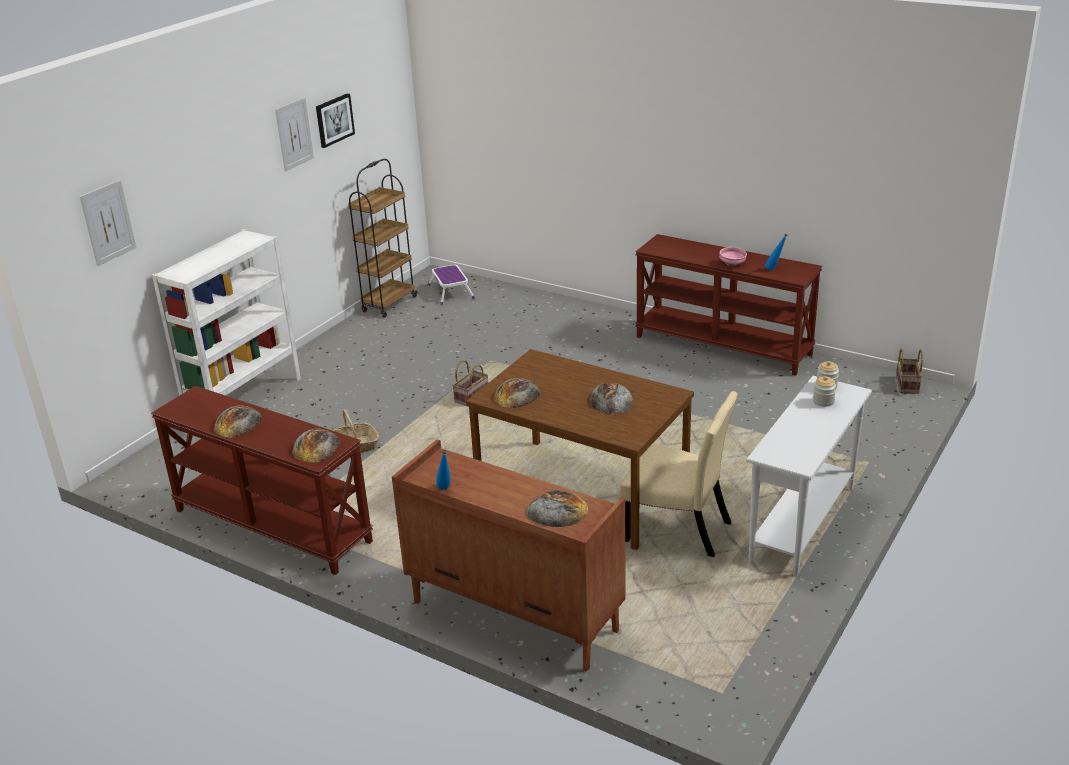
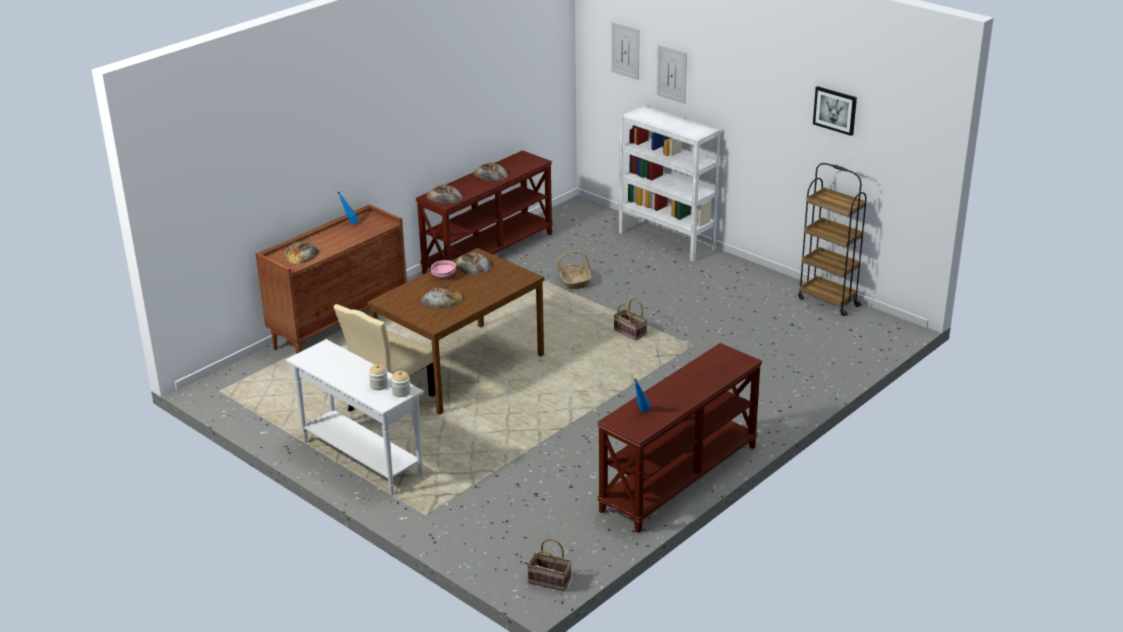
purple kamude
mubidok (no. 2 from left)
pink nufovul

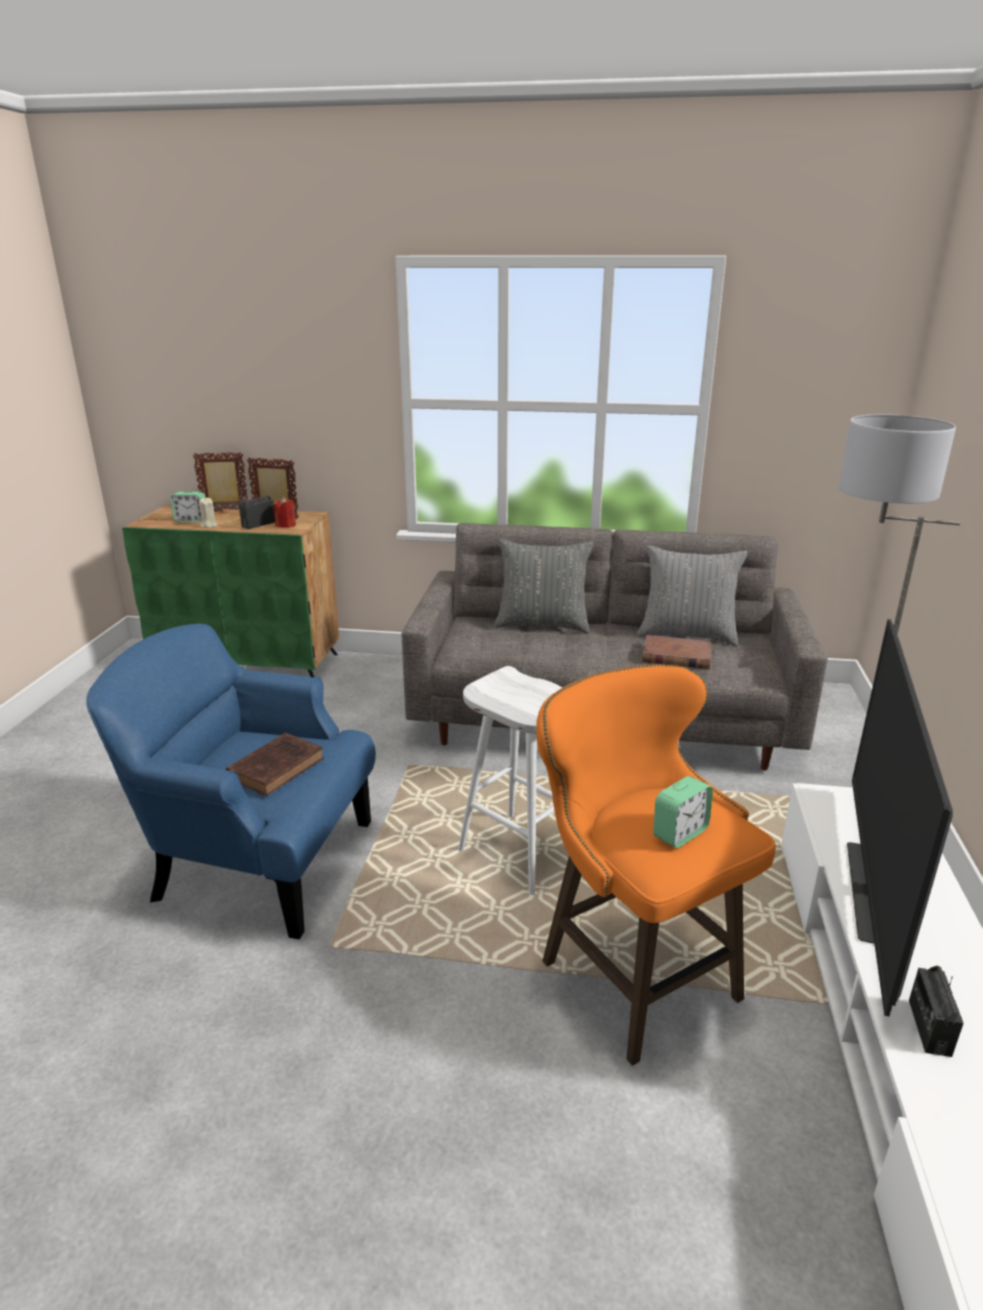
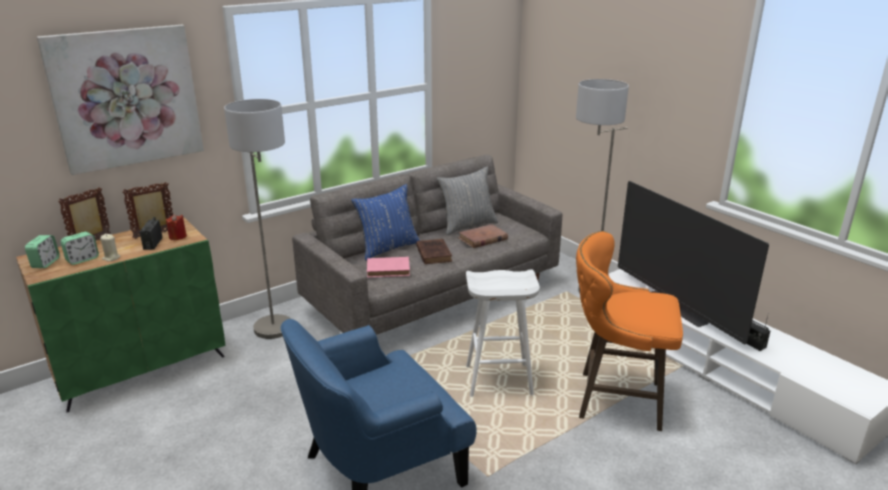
mubidok
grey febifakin (no. 1 from left)
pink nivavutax
brown nivavutax (no. 1 from left)
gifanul (no. 1 from left)
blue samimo

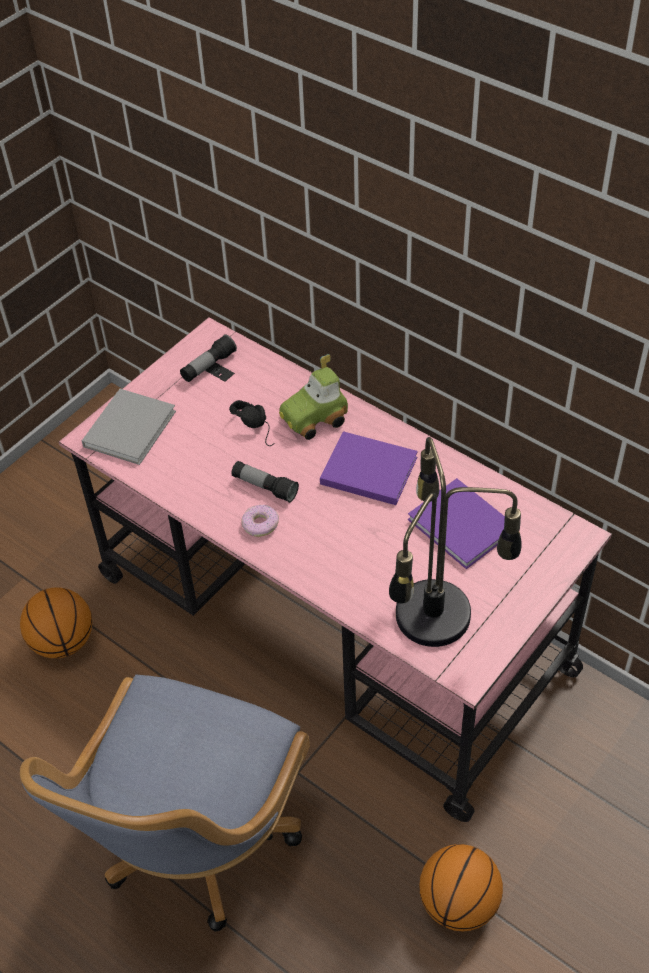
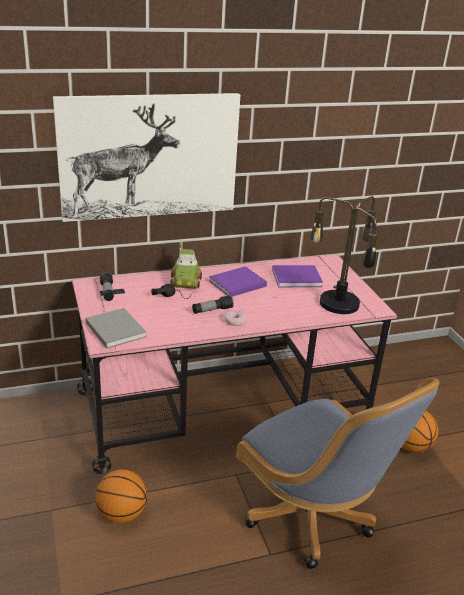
mubidok

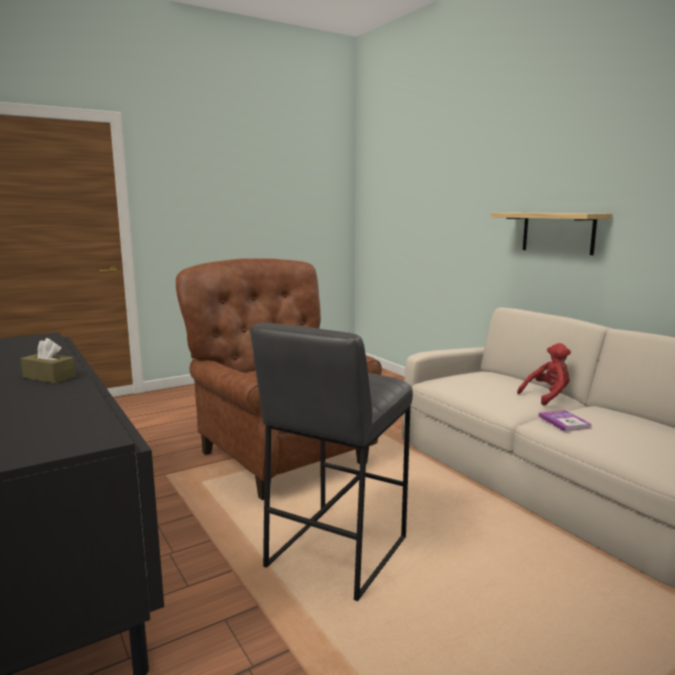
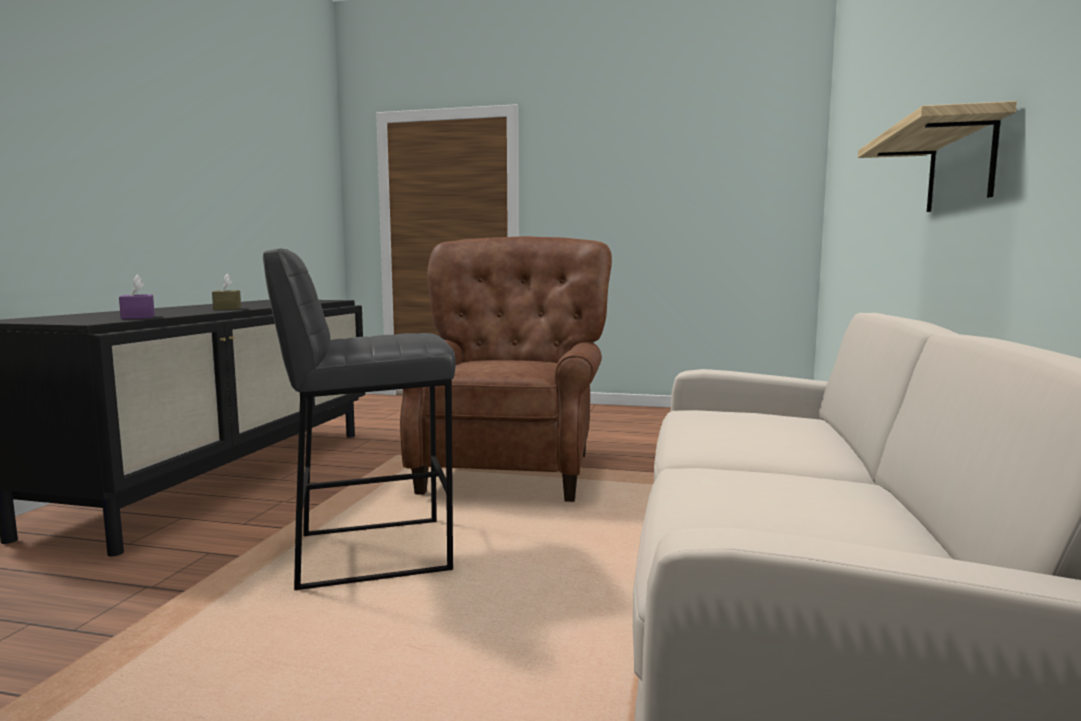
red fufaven
nivavutax
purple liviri

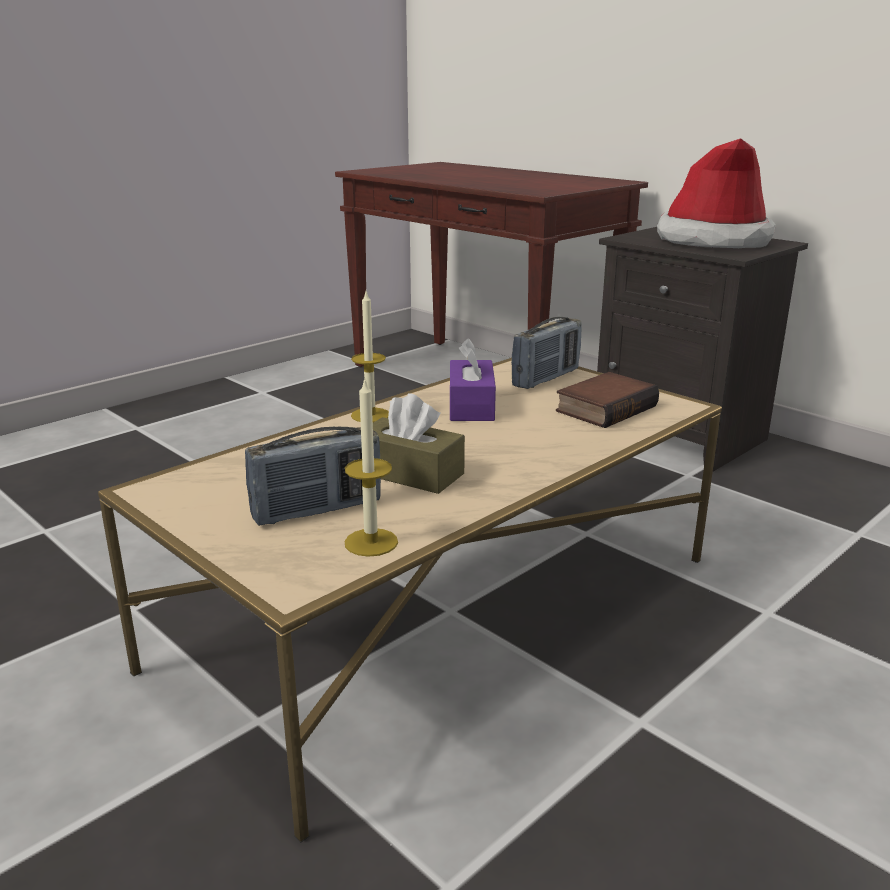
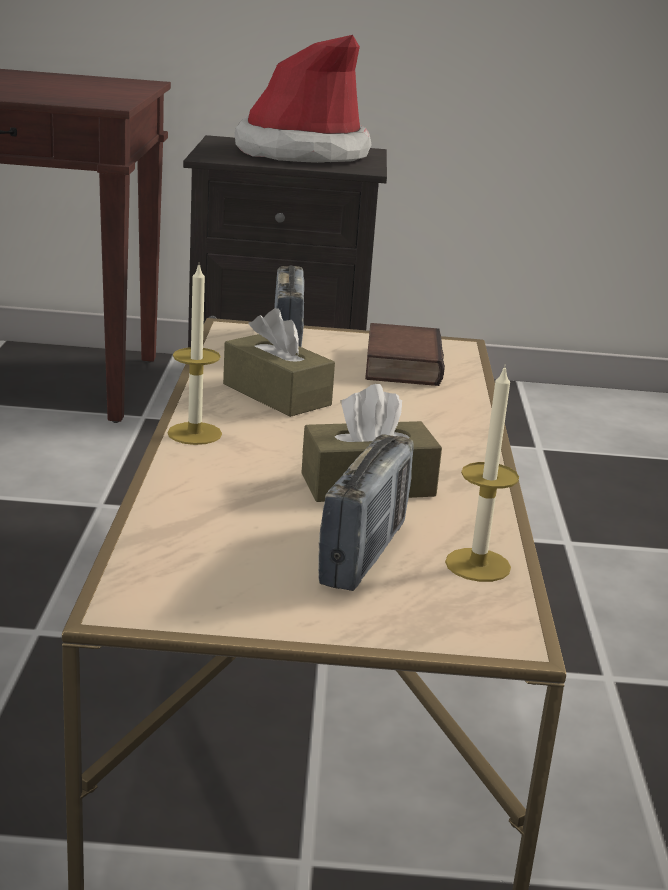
brown liviri (no. 1 from left)

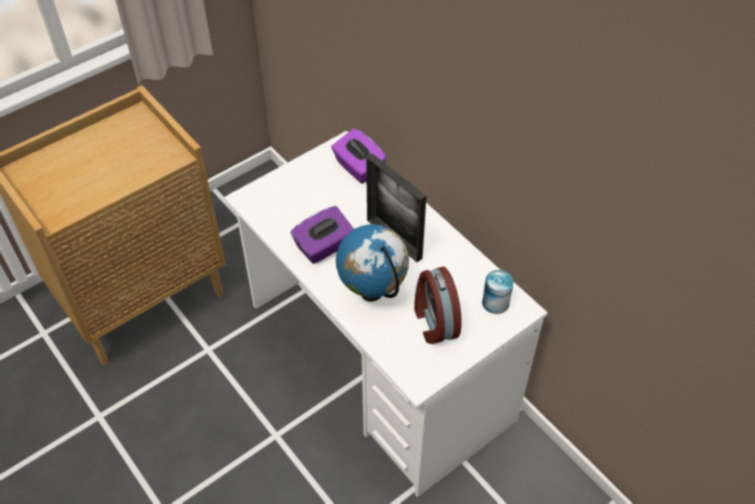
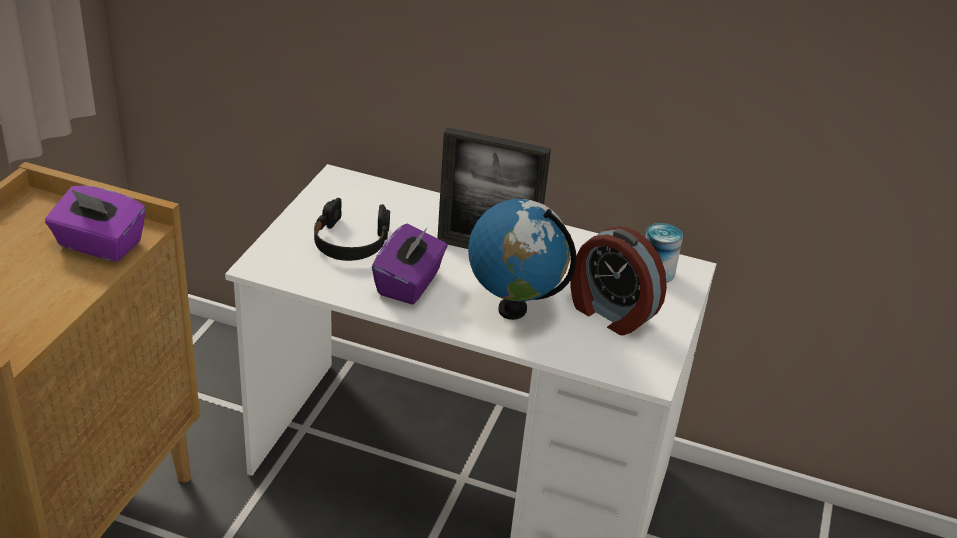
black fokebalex
purple liviri (no. 1 from left)

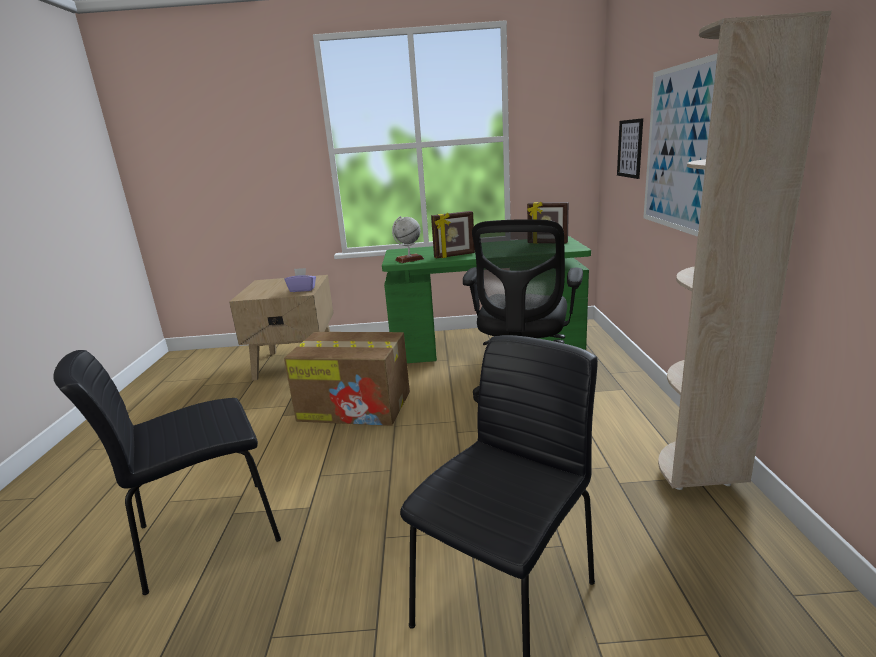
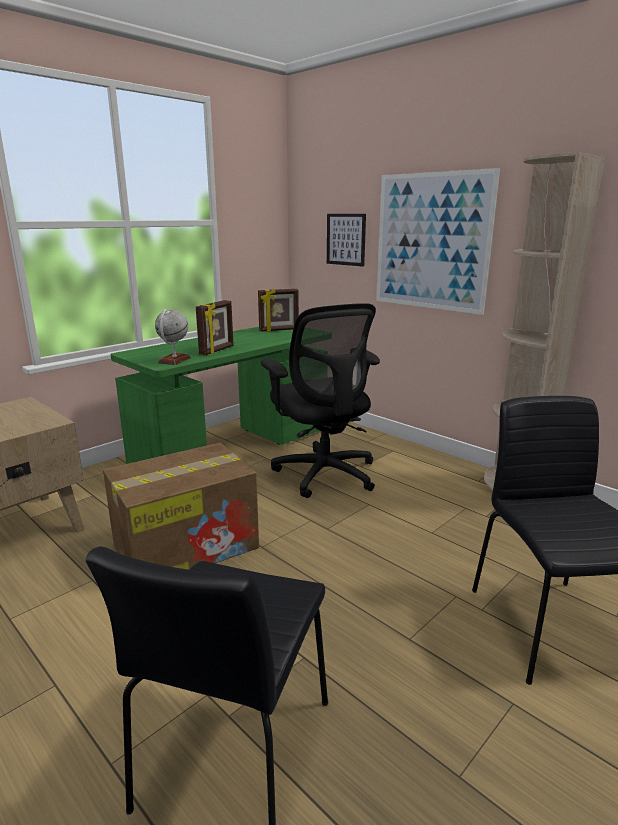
purple liviri

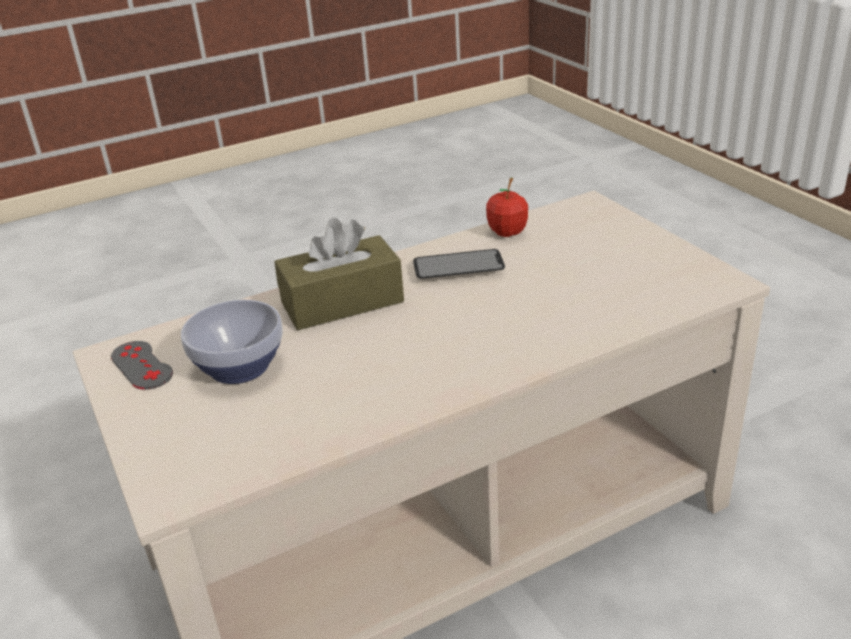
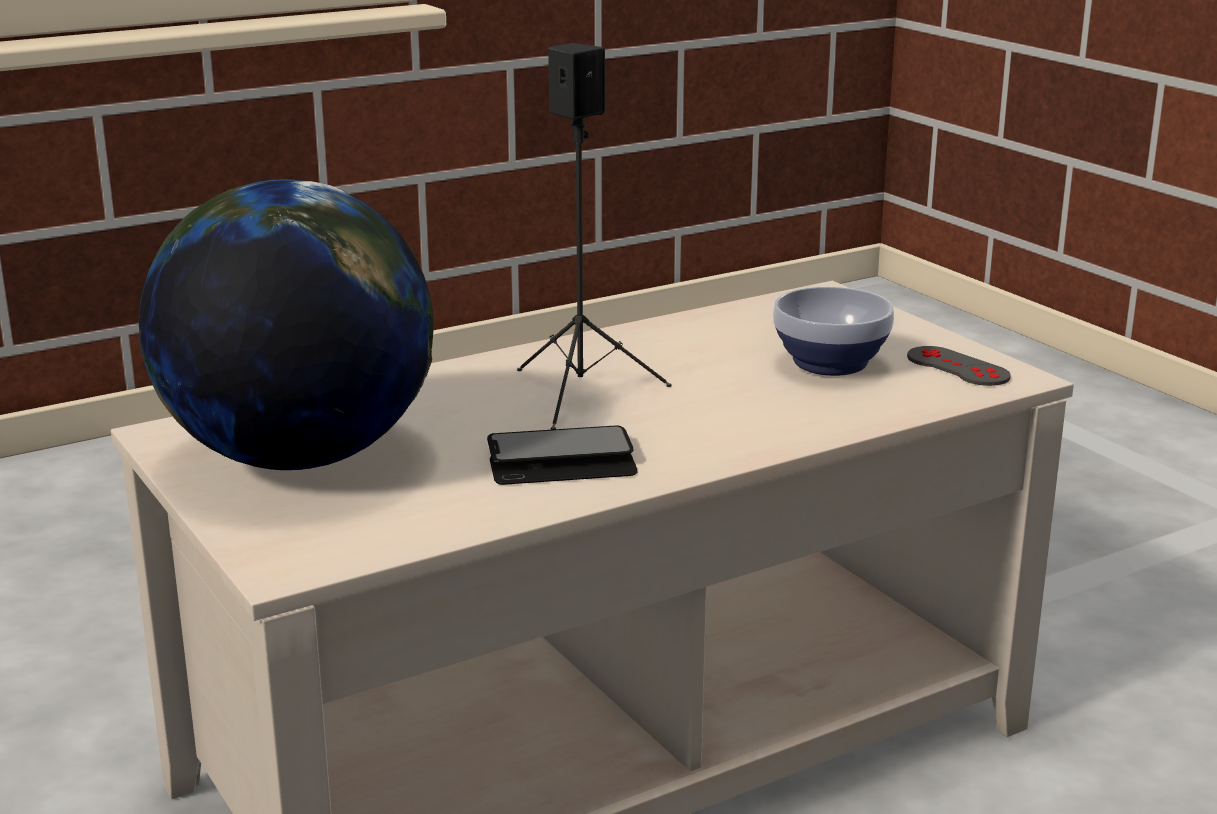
brown liviri
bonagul
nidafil
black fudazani

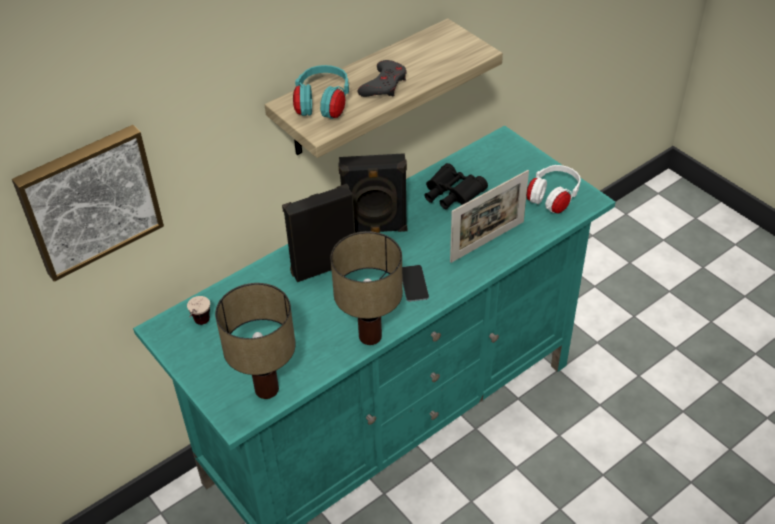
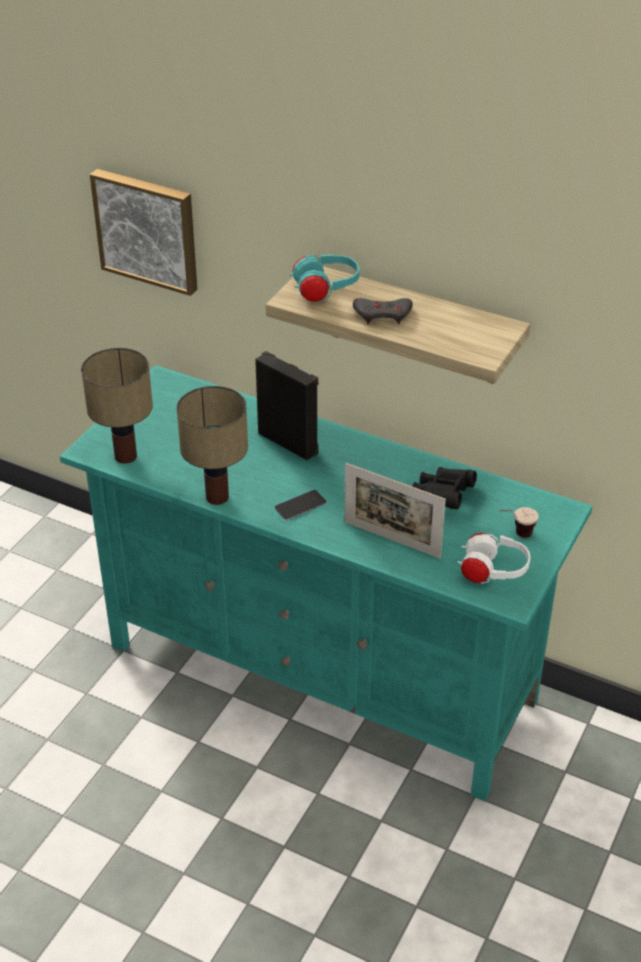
black fudazani (no. 2 from left in the first image)
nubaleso

